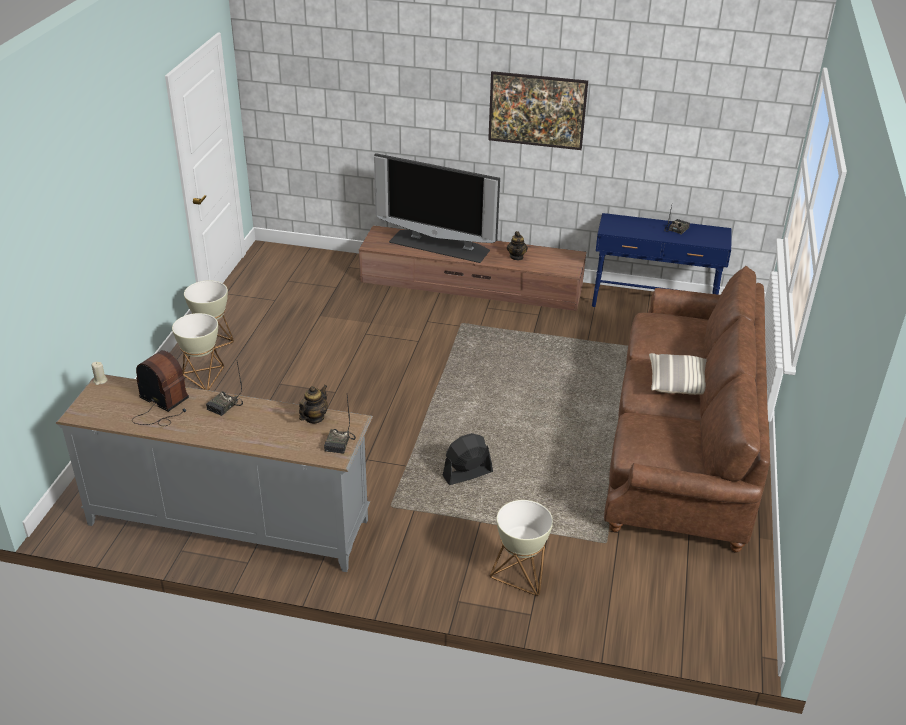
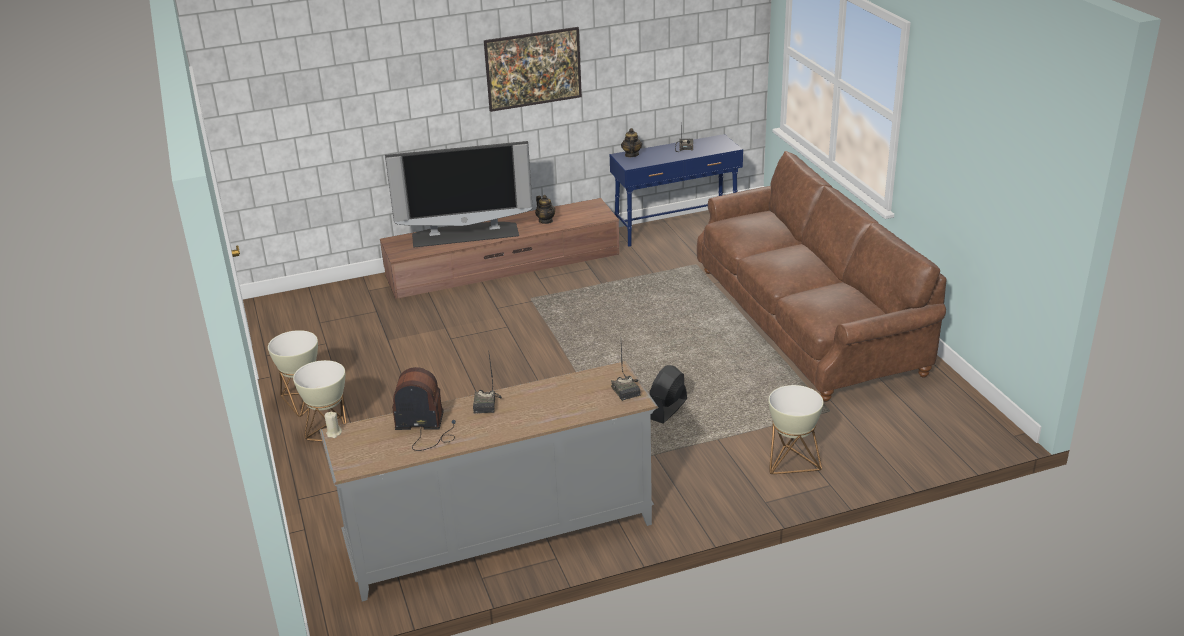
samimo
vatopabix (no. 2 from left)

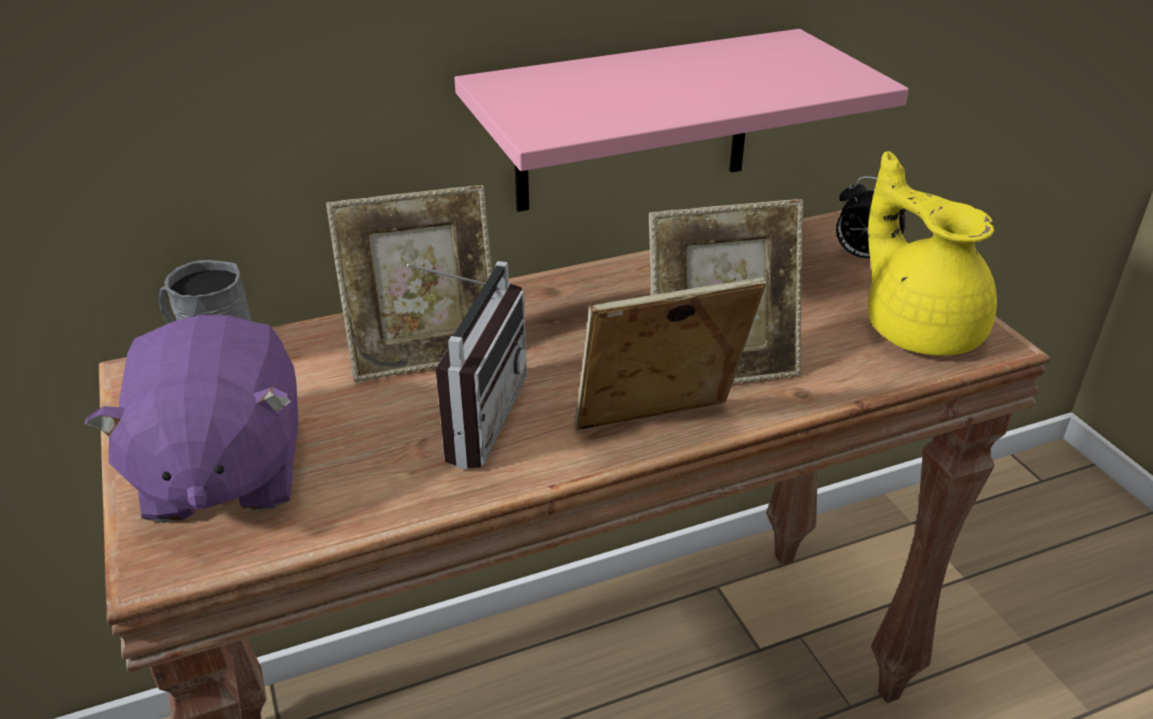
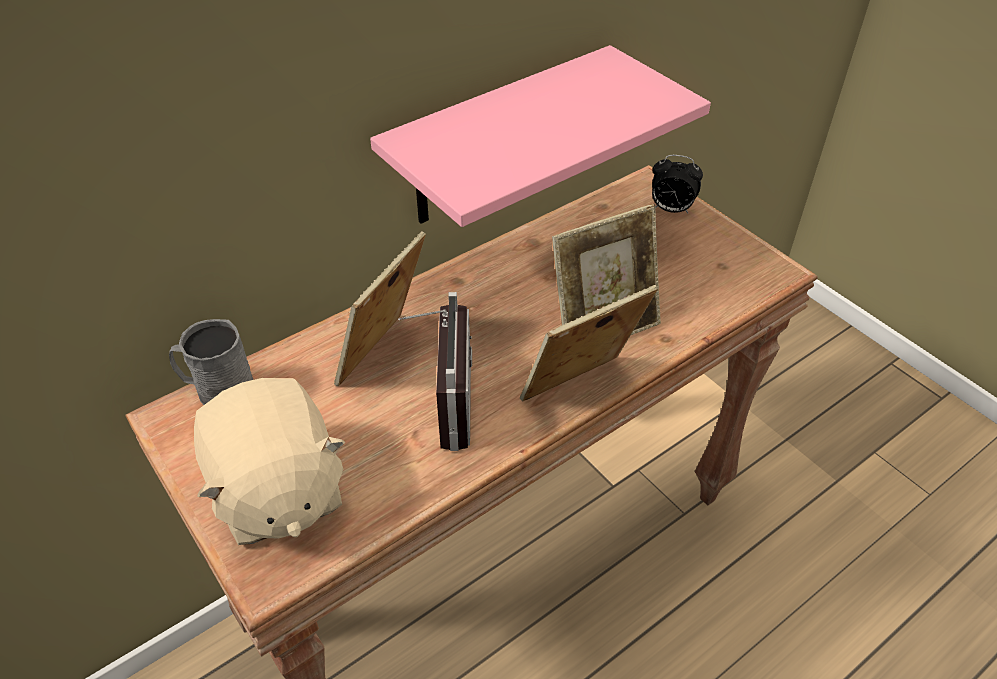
yellow vatopabix
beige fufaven
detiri (no. 1 from left)

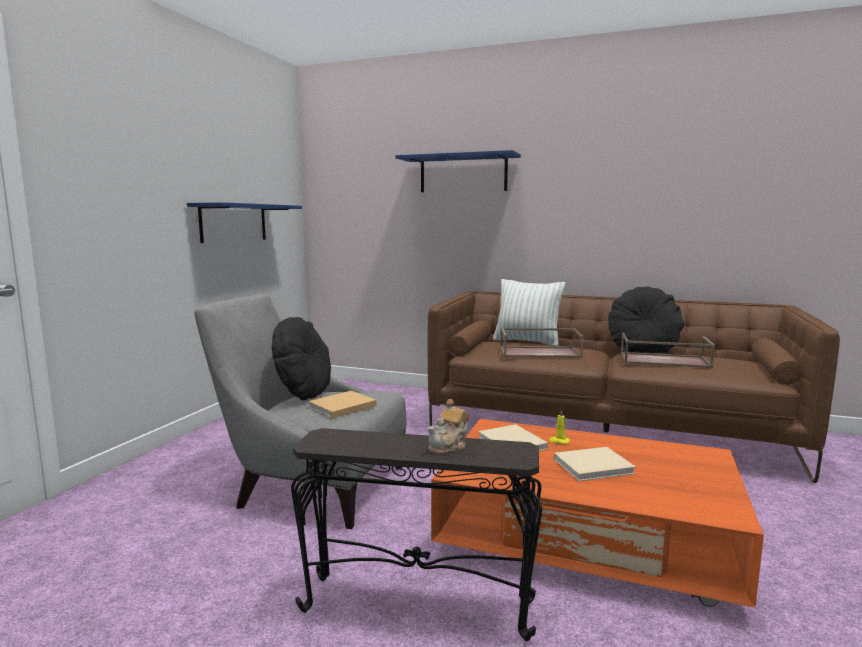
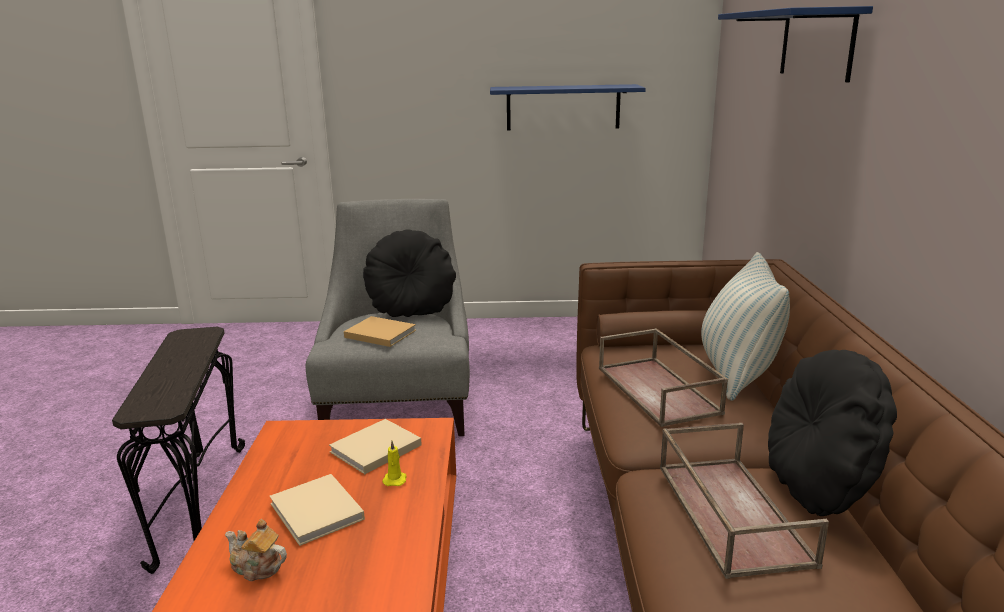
vatopabix

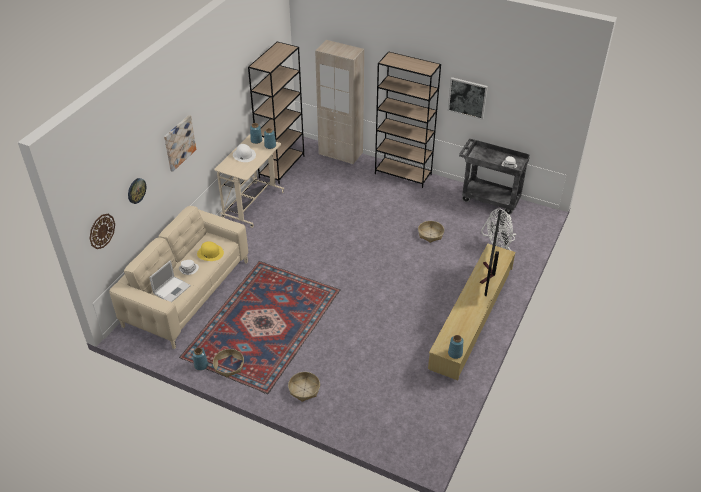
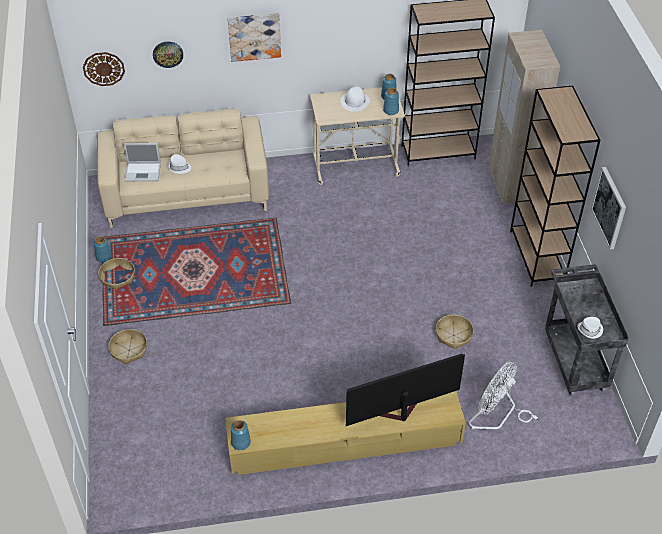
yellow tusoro

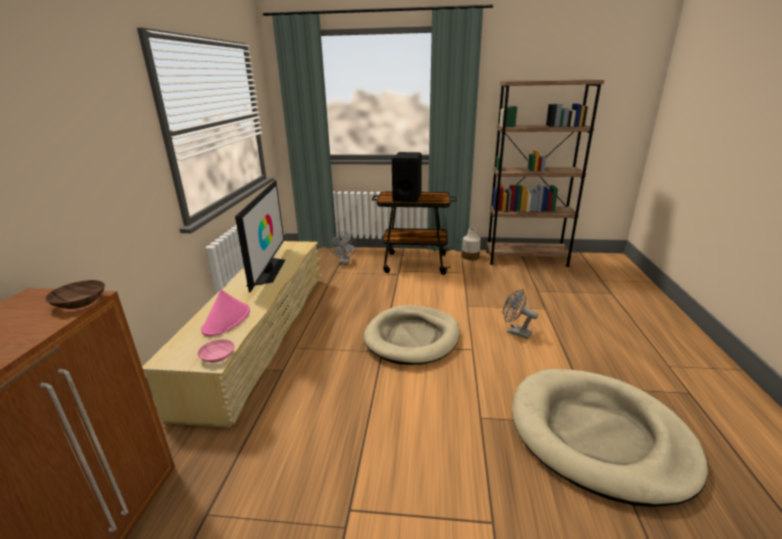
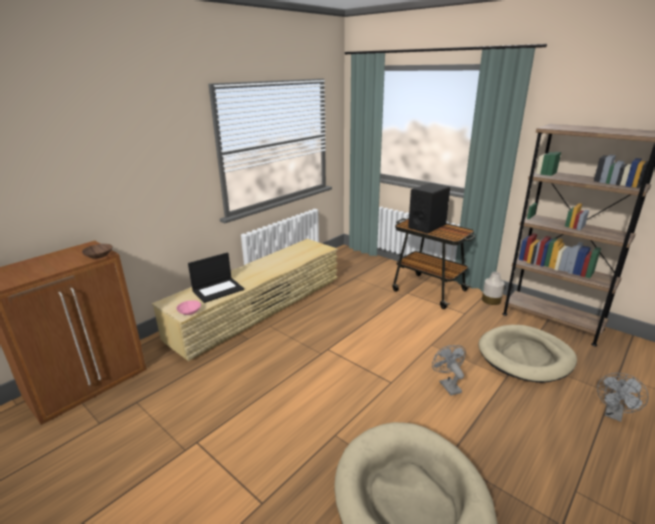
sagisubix
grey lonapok (no. 2 from left)
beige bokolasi (no. 2 from left)
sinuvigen

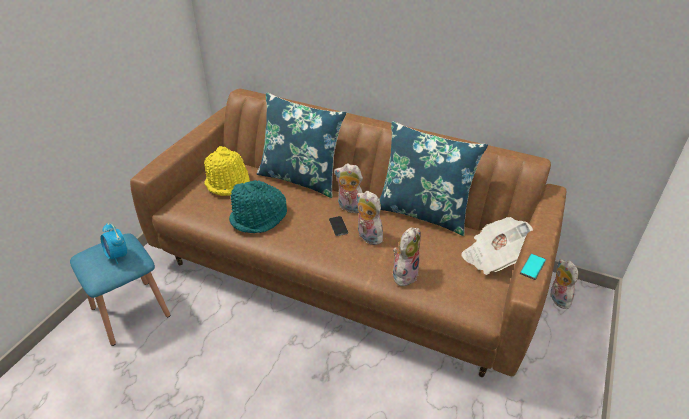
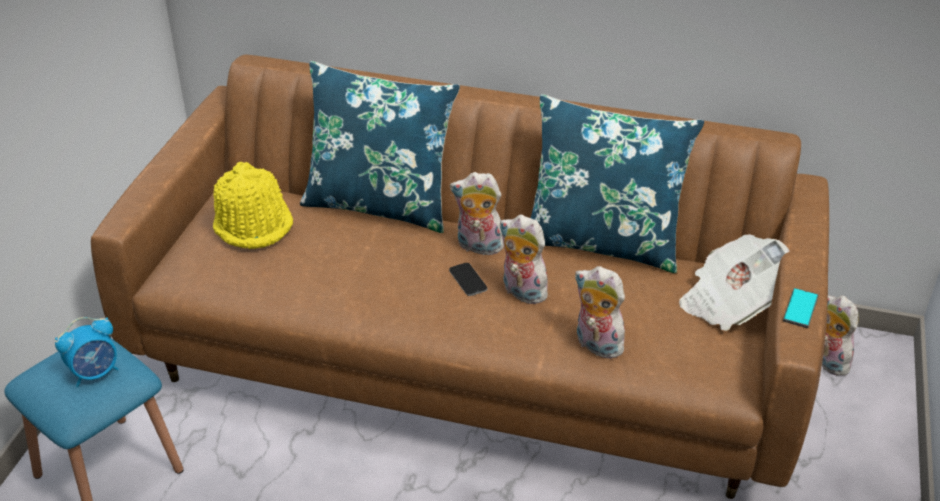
turquoise tusoro
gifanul
fufaven (no. 3 from left)

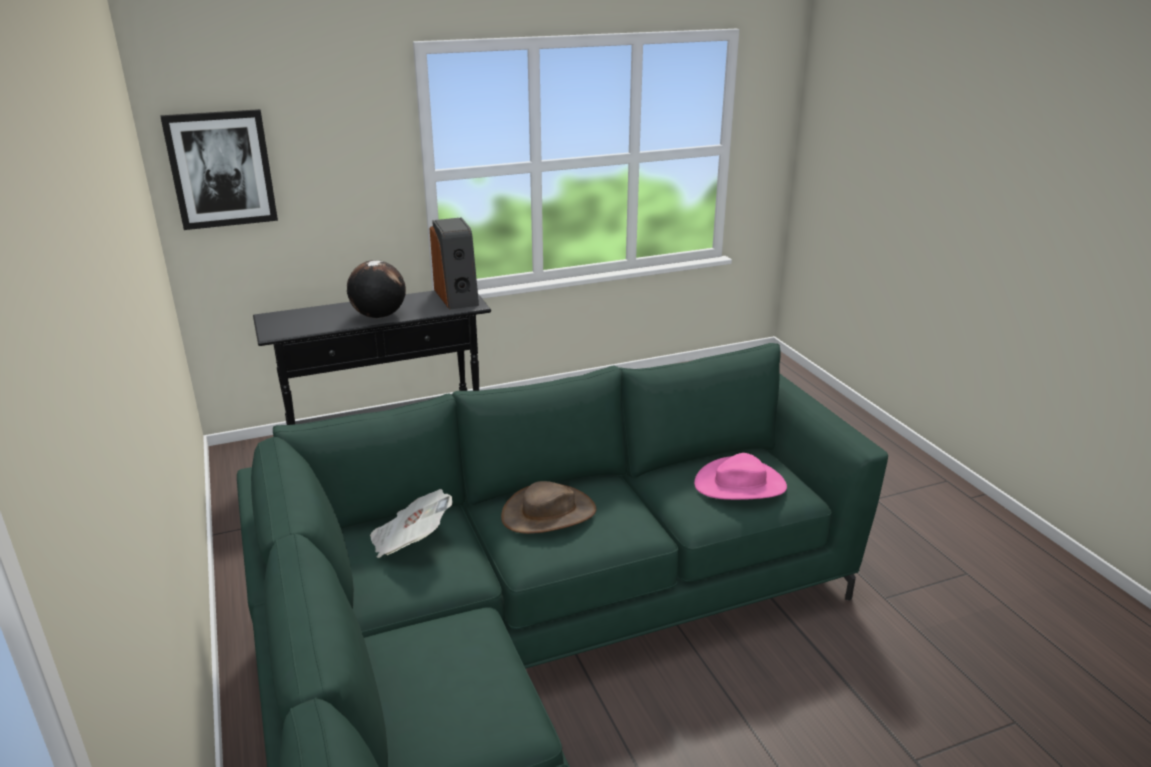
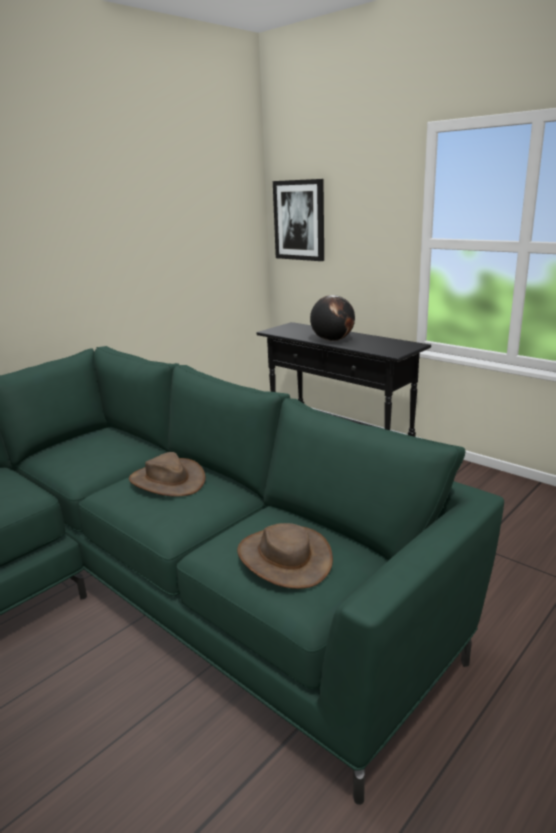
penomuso
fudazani
brown tusoro (no. 2 from left)

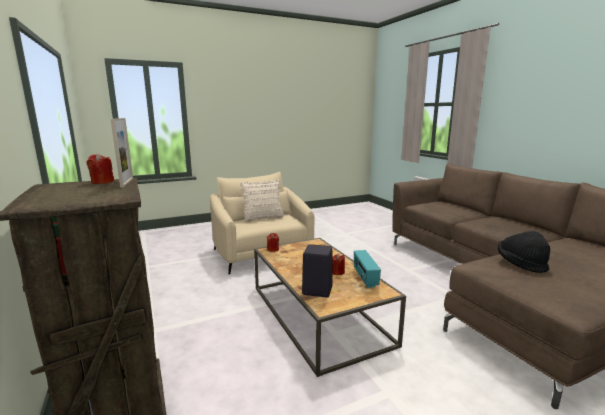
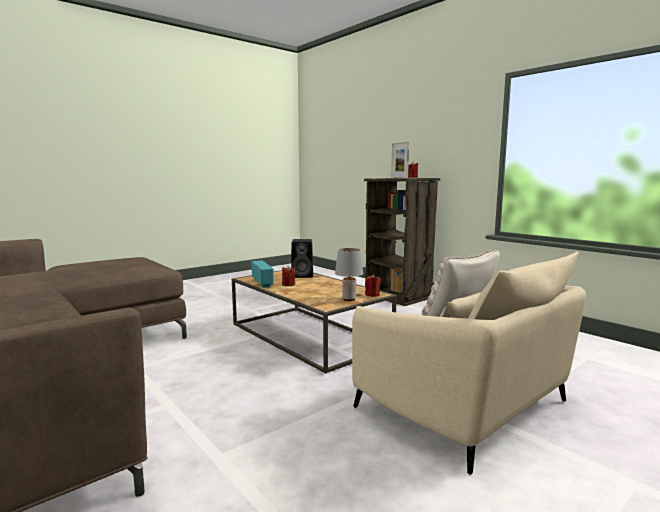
black tusoro
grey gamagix

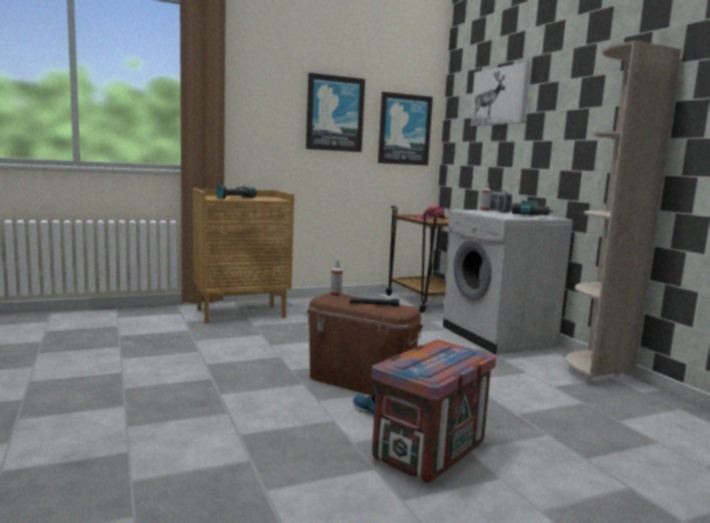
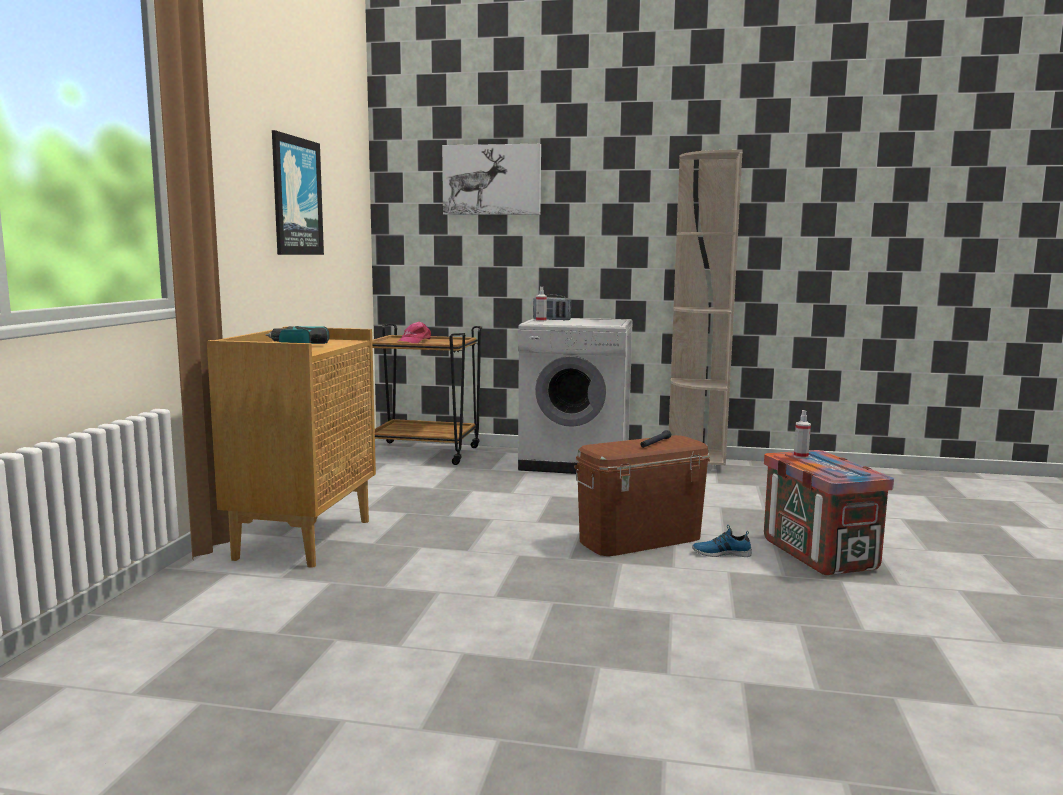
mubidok (no. 2 from left in the first image)
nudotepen (no. 2 from left in the first image)
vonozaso (no. 2 from left)

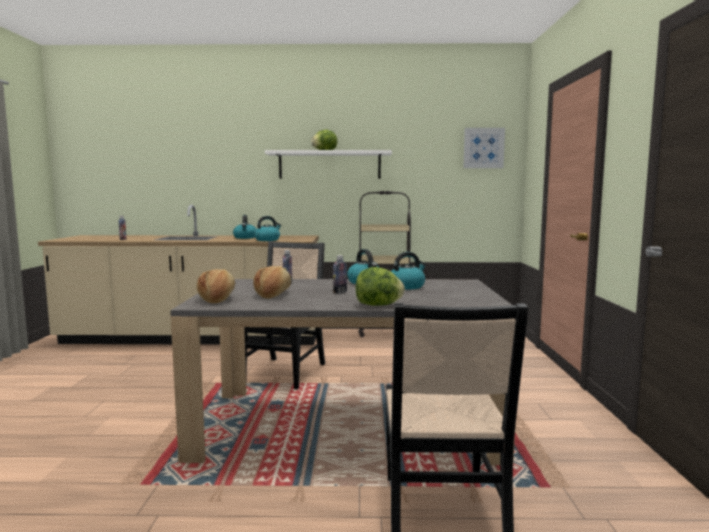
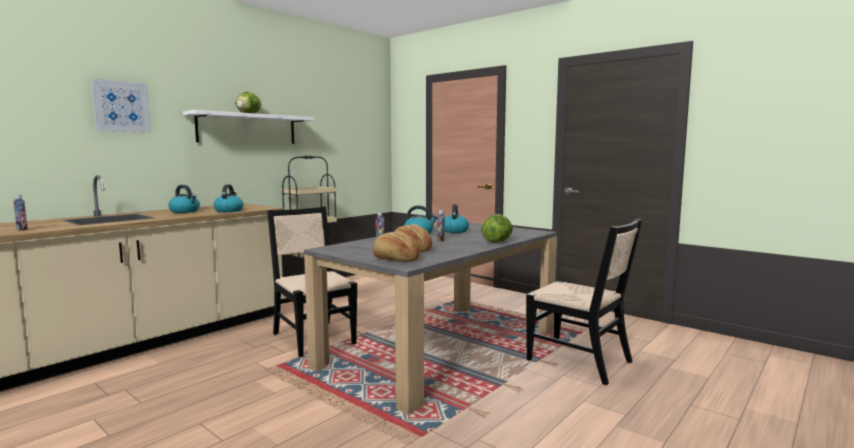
mubidok

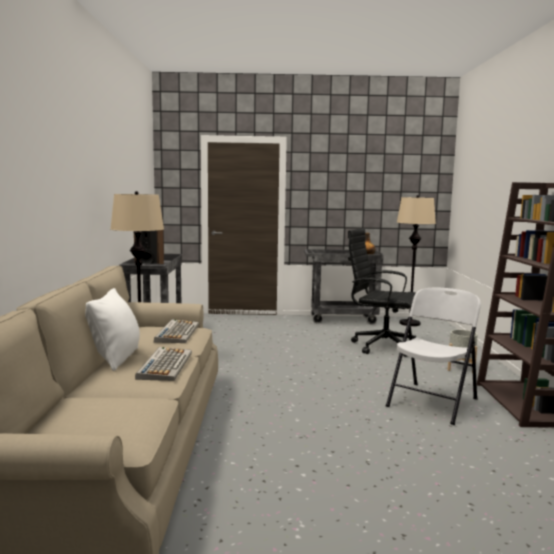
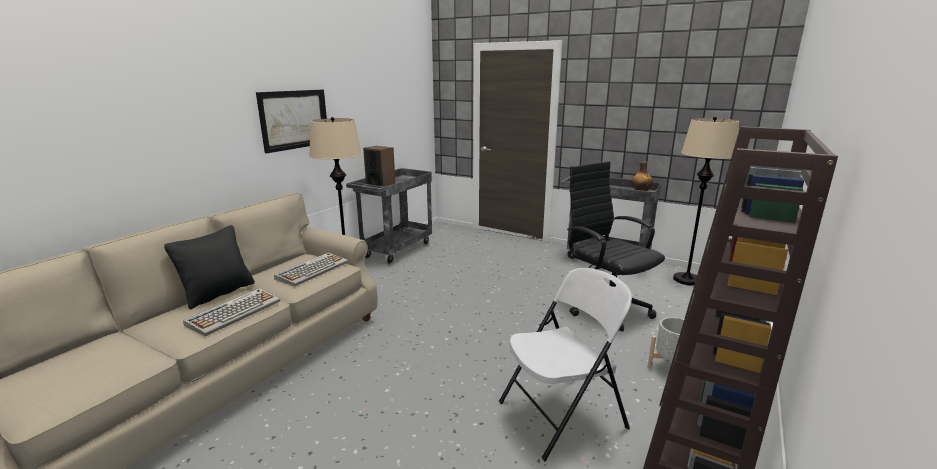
mubidok
black samimo

